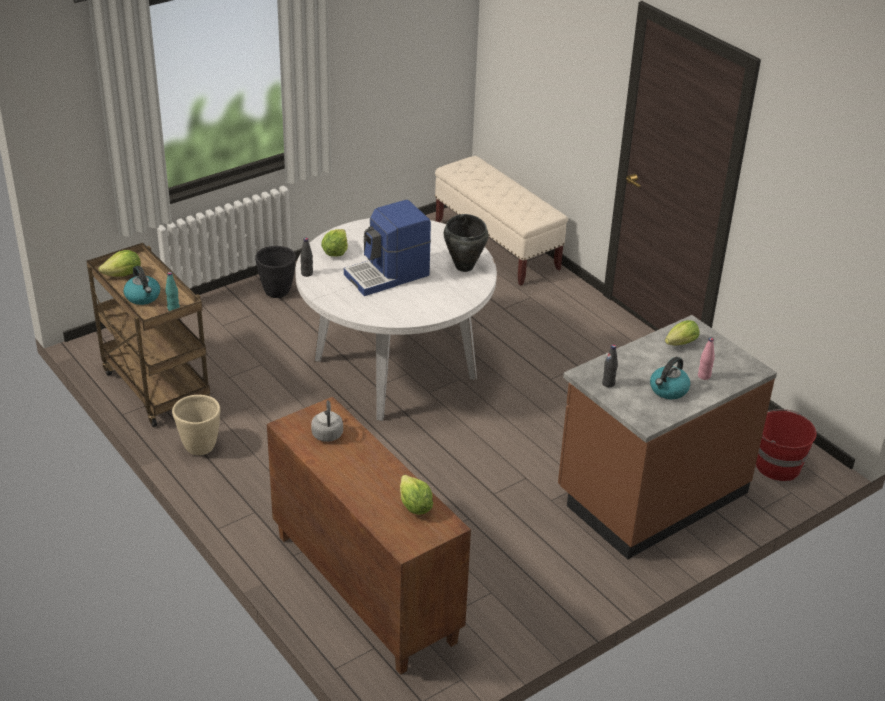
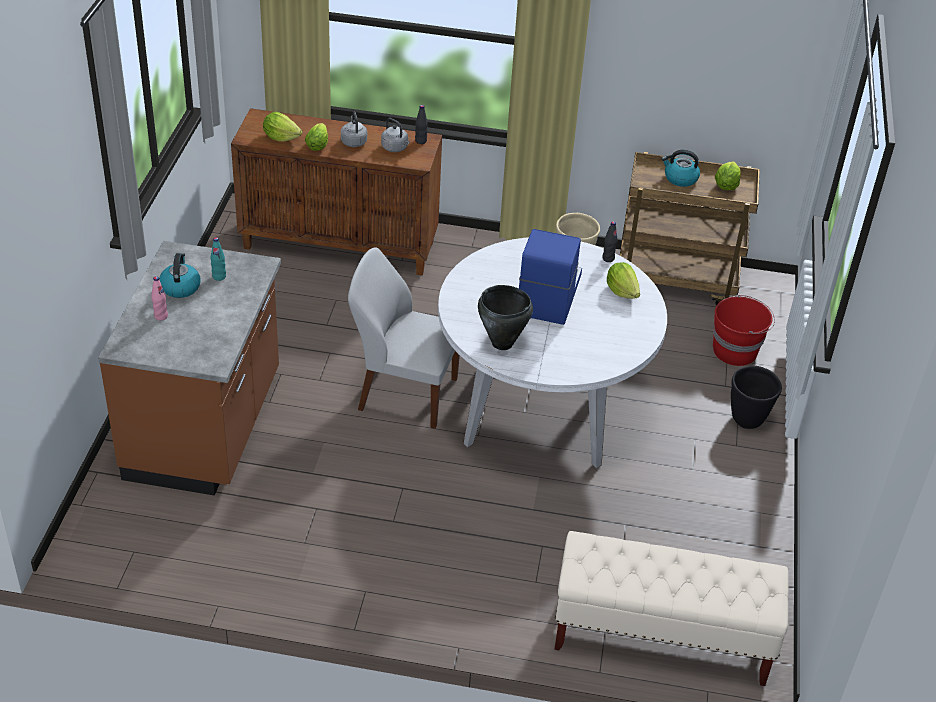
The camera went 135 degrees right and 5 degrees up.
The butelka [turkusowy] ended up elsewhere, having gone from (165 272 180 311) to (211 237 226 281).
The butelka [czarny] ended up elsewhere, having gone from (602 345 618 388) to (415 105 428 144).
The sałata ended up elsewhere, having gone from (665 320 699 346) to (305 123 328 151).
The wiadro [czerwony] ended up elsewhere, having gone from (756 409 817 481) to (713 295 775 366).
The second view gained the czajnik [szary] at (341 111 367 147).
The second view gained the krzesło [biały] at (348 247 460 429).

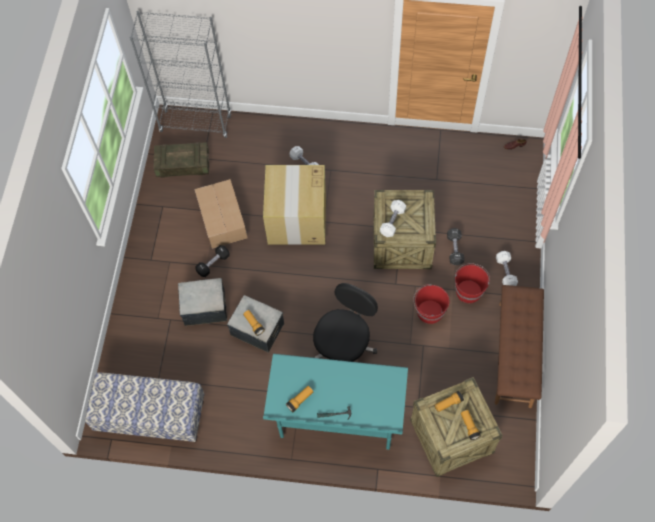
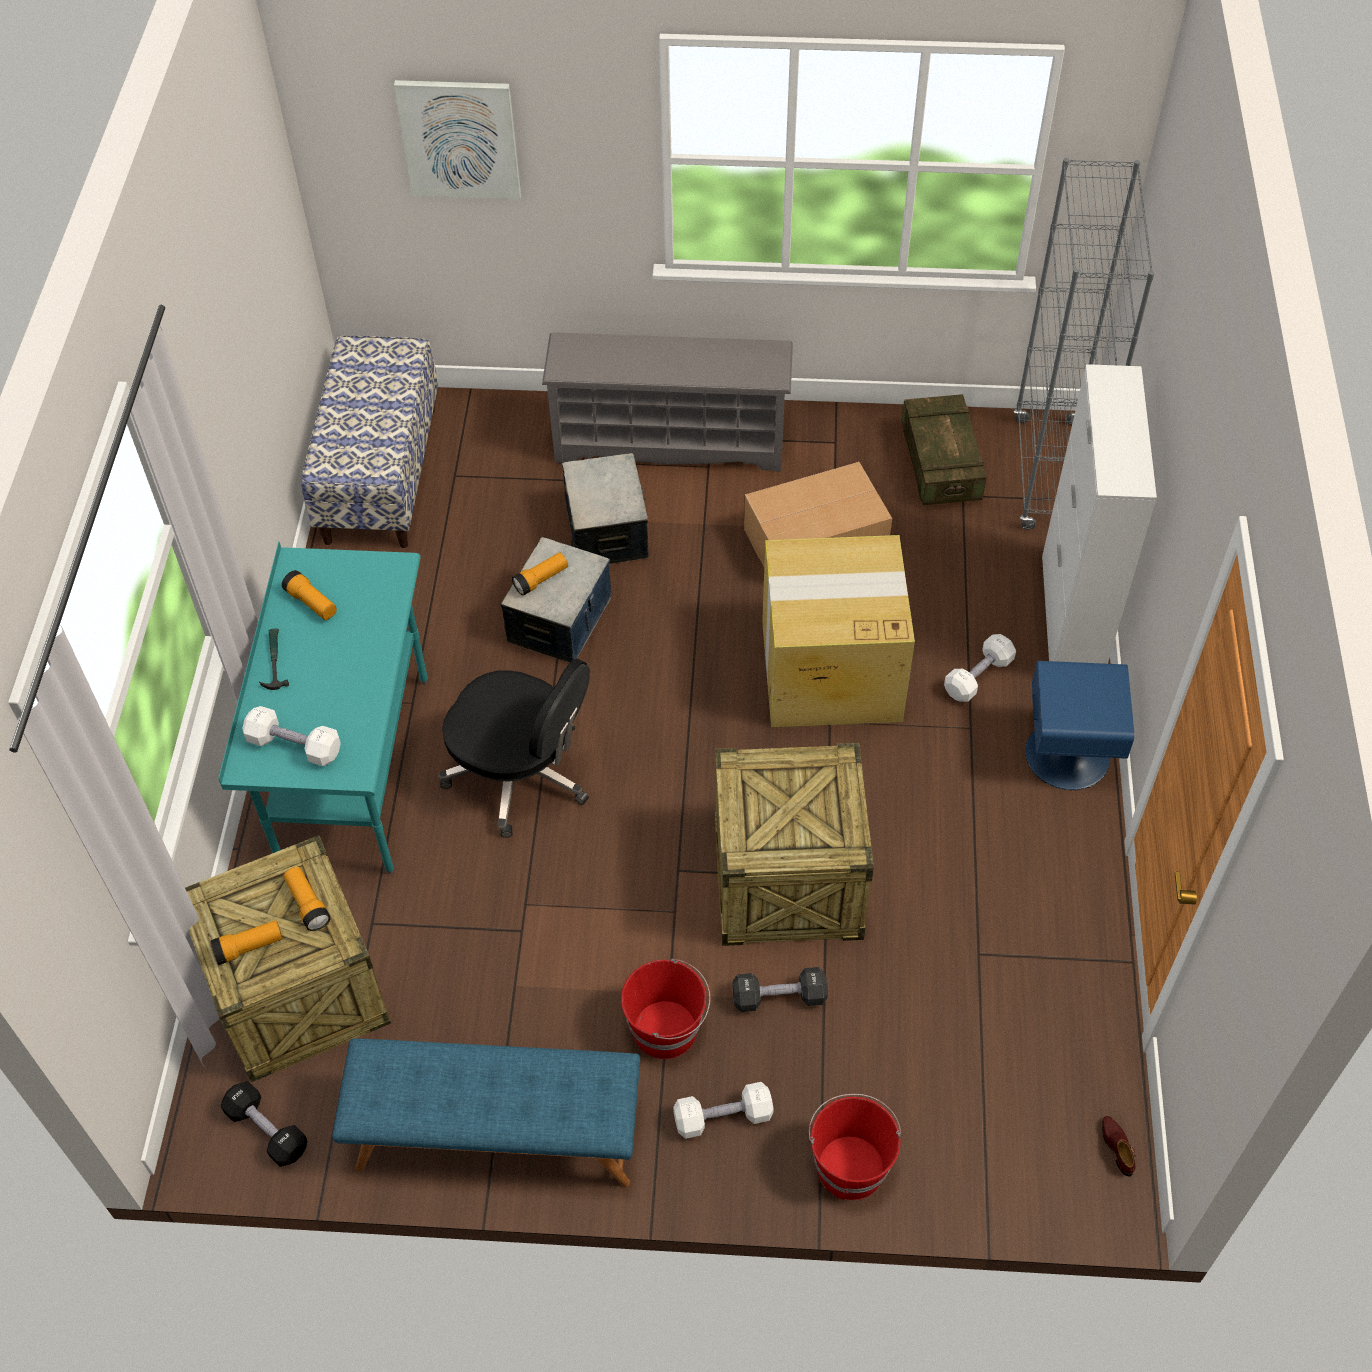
The camera went 85 degrees right and 10 degrees down.
The hantel [czarny] ended up elsewhere, having gone from (195 245 229 277) to (221 1081 308 1167).
The hantel [biały] ended up elsewhere, having gone from (380 200 406 237) to (242 706 341 766).
The wiadro [czerwony] ended up elsewhere, having gone from (413 284 449 324) to (809 1094 901 1200).
What was the ławka [brązowy] at (495 285 544 408) turned into the ławka [niebieski] at (332 1038 640 1187).
The second view gained the obraz at (394 80 521 199).
The second view gained the regał na buty [szary] at (542 332 793 471).
The second view gained the szafka nocna [niebieski] at (1025 661 1134 790).
The second view gained the szafka [biały] at (1042 364 1157 664).

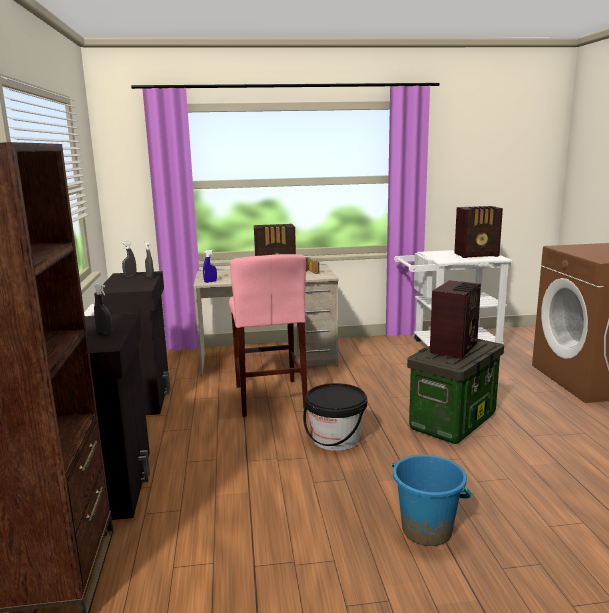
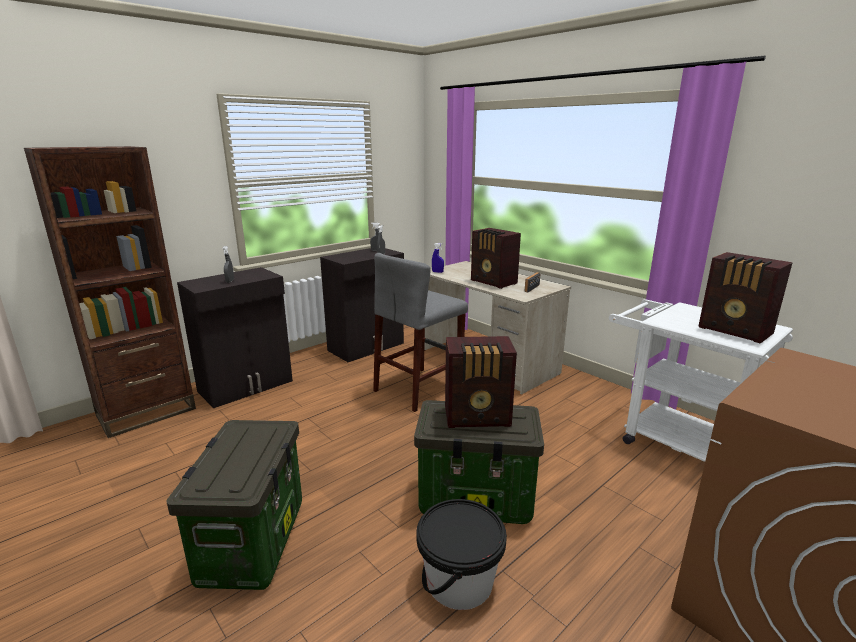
The camera went 55 degrees right and 5 degrees up.
What was the stołek [różowy] at (229 254 307 417) turned into the stołek [szary] at (373 253 468 412).
The wiadro [czarny] ended up elsewhere, having gone from (303 383 367 451) to (416 499 507 610).
Where the wiadro [niebieski] stood at (392 454 471 546), the pojemnik do przechowywania came to stand at (166 420 302 590).

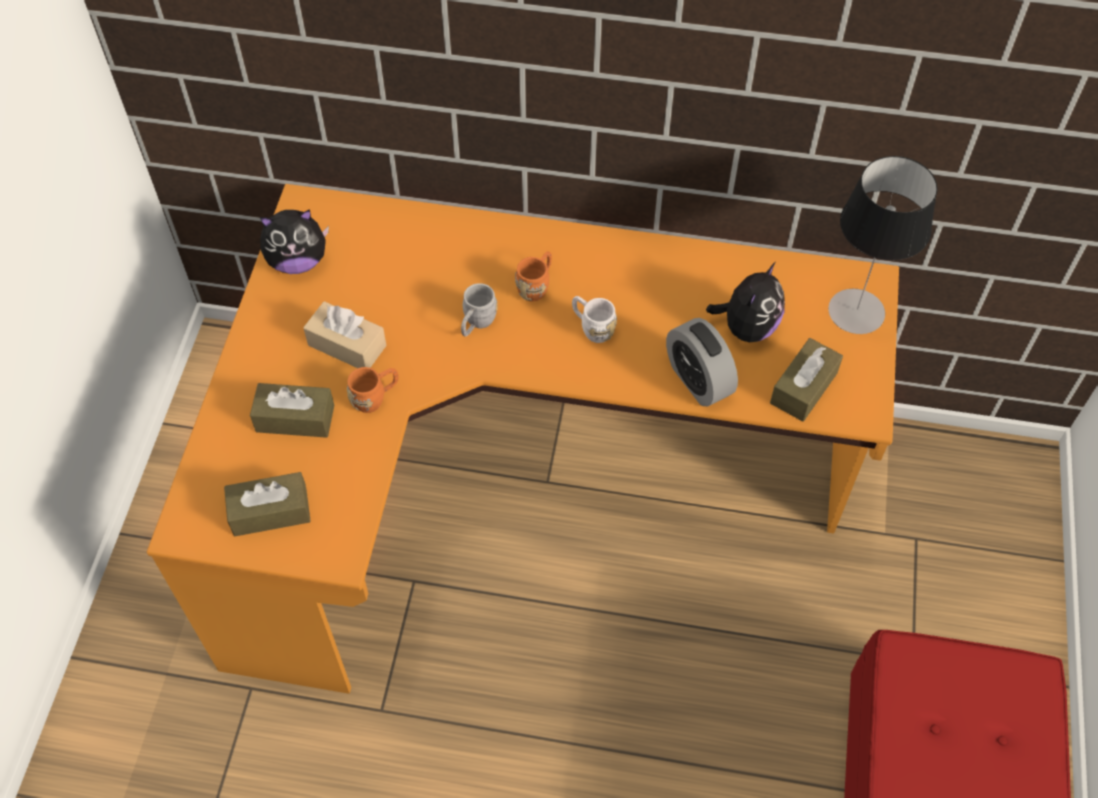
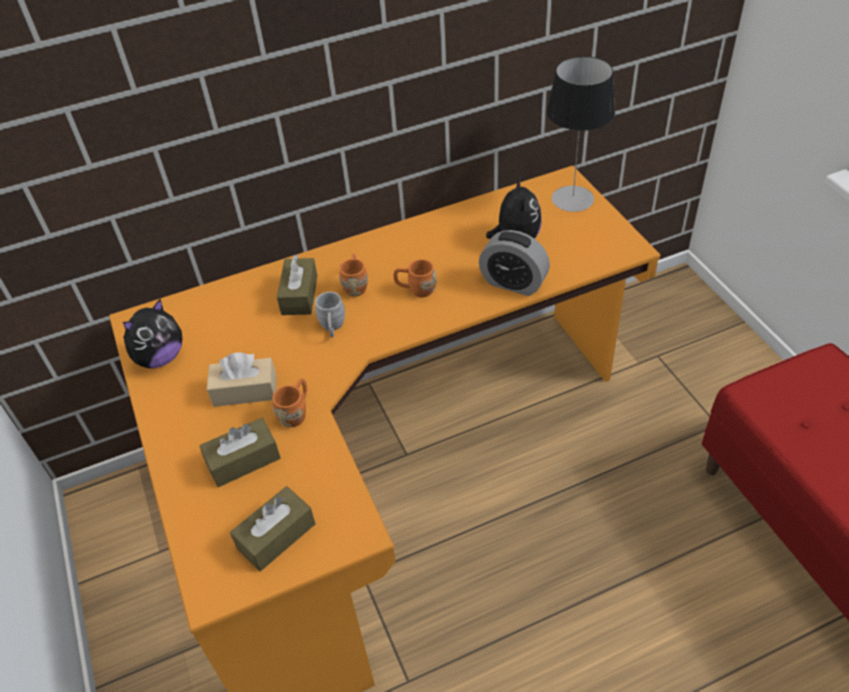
The camera went 30 degrees left and 10 degrees down.
What was the kubek [biały] at (572 296 617 343) turned into the kubek [pomarańczowy] at (393 259 437 297).
The pudełko chusteczek [brązowy] ended up elsewhere, having gone from (770 338 843 422) to (277 255 317 315).

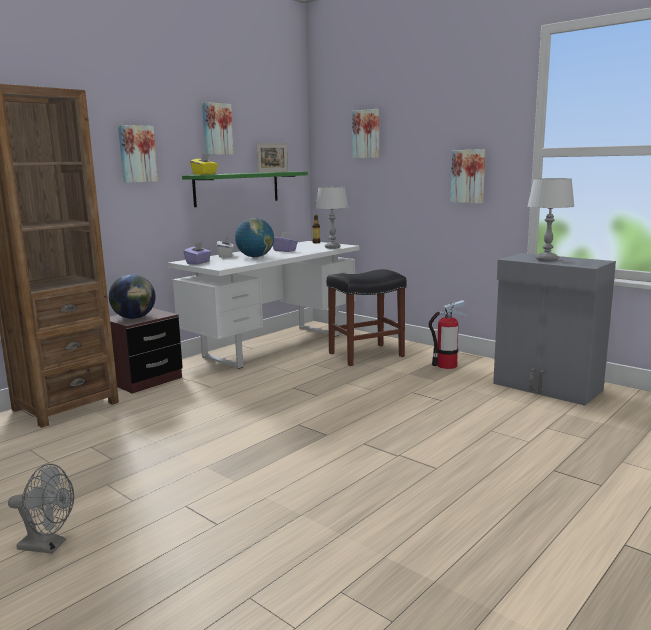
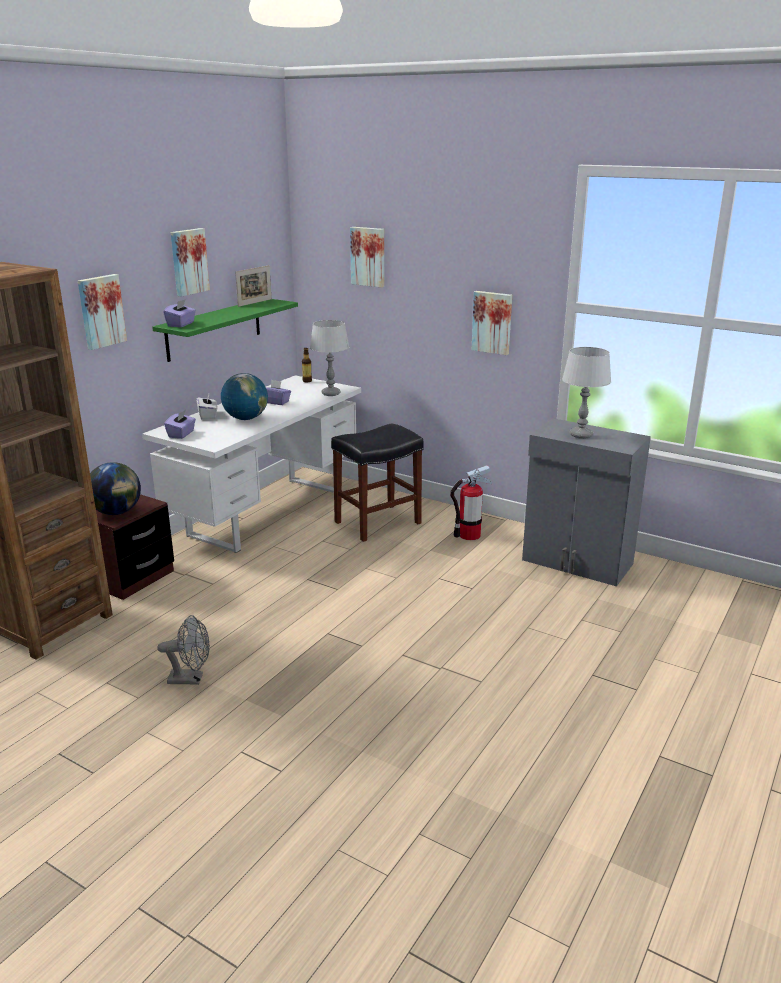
The camera went 10 degrees left and 10 degrees up.
The wentylator [szary] ended up elsewhere, having gone from (8 464 74 554) to (158 615 210 685).
What was the pudełko chusteczek [żółty] at (190 154 218 175) turned into the pudełko chusteczek [fioletowy] at (163 299 196 327).

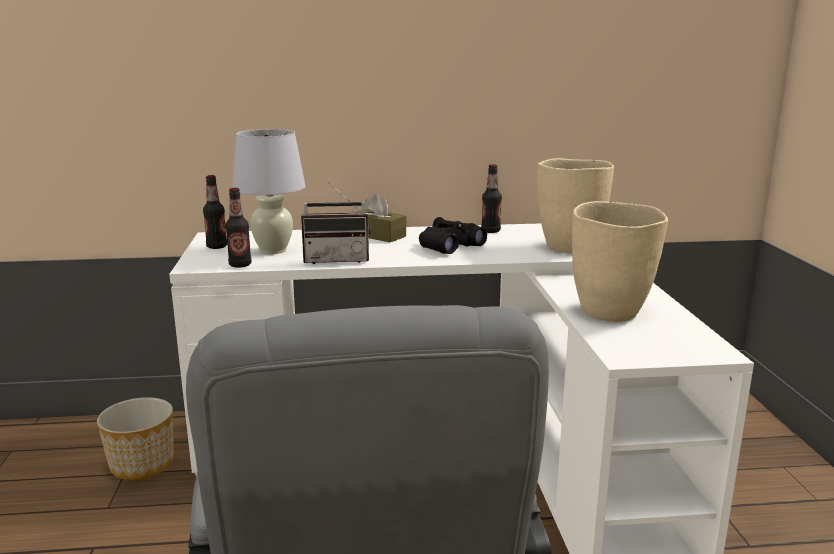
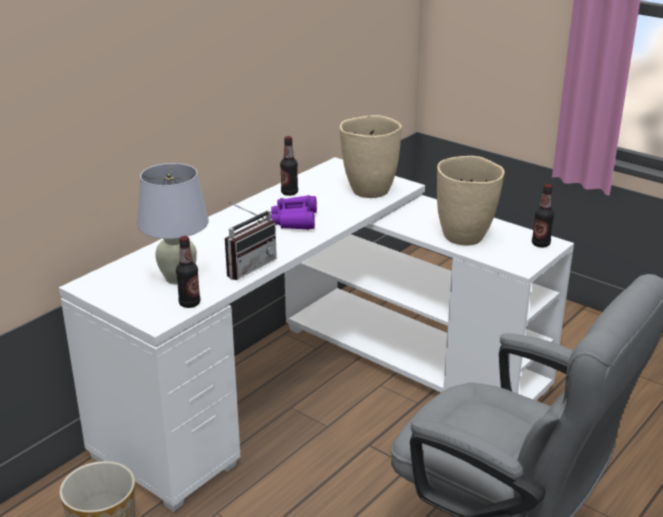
The camera went 45 degrees left and 10 degrees up.
The butelka ended up elsewhere, having gone from (203 175 227 249) to (532 184 554 247).
The second view lost the pudełko chusteczek [brązowy] at (354 194 406 242).
What was the lornetka [czarny] at (419 217 487 254) turned into the lornetka [fioletowy] at (271 195 317 230).

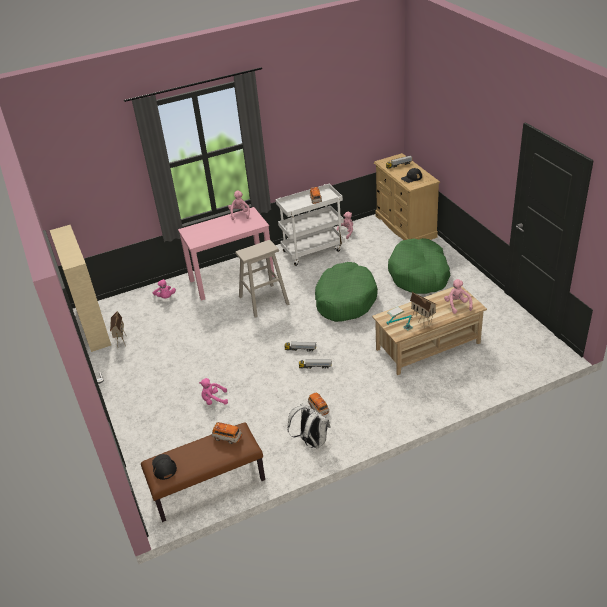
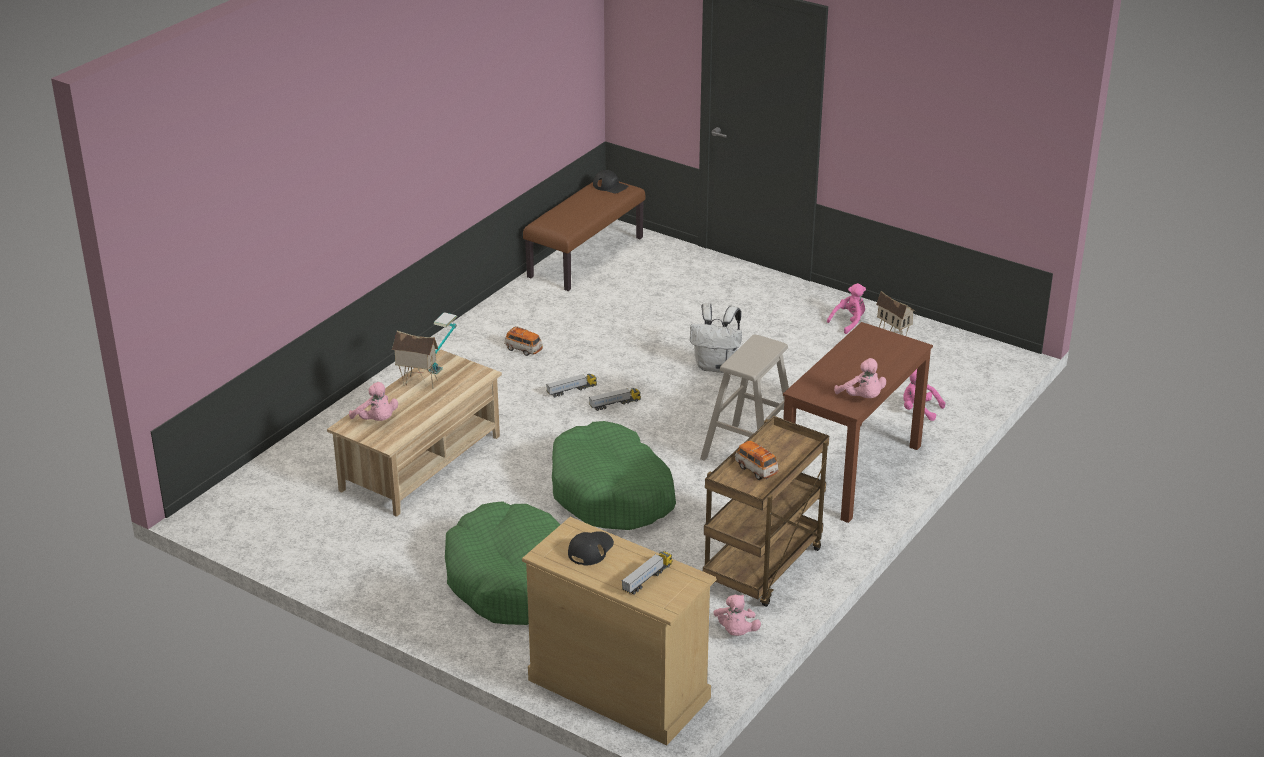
The camera went 145 degrees right and 5 degrees down.
The second view lost the regał [beżowy] at (50 225 111 352).
What was the biurko [różowy] at (178 207 274 301) turned into the biurko [brązowy] at (783 322 933 523).
The pluszak [różowy] ended up elsewhere, having gone from (199 378 228 405) to (827 283 866 334).
The second view lost the samochodzik at (212 422 242 444).
What was the wózek [biały] at (276 184 345 266) turned into the wózek [brązowy] at (703 416 829 607).
The plecak [biały] ended up elsewhere, having gone from (287 403 331 449) to (690 303 742 373).

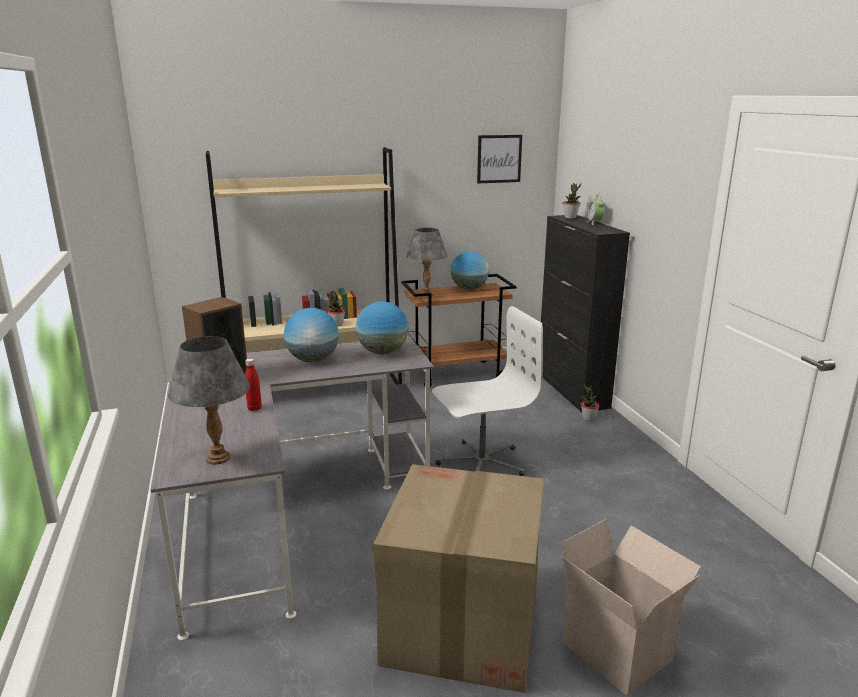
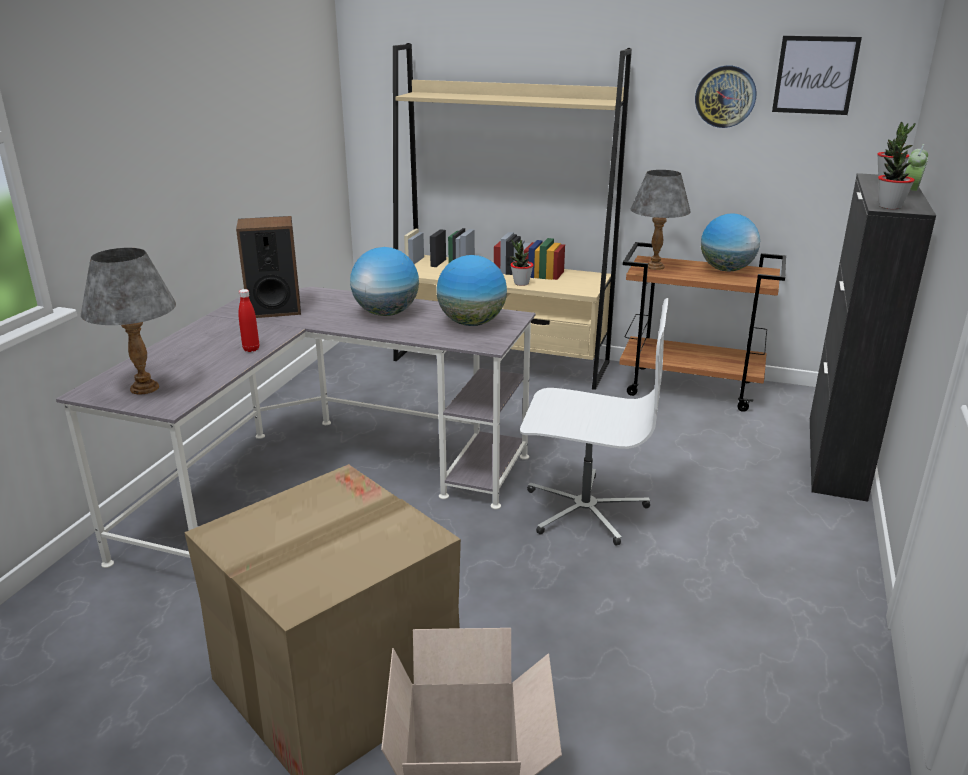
The camera went 35 degrees right and 5 degrees up.
The roślina doniczkowa ended up elsewhere, having gone from (581 384 600 421) to (878 139 915 209).
The second view gained the zegar ścienny at (695 65 756 128).

